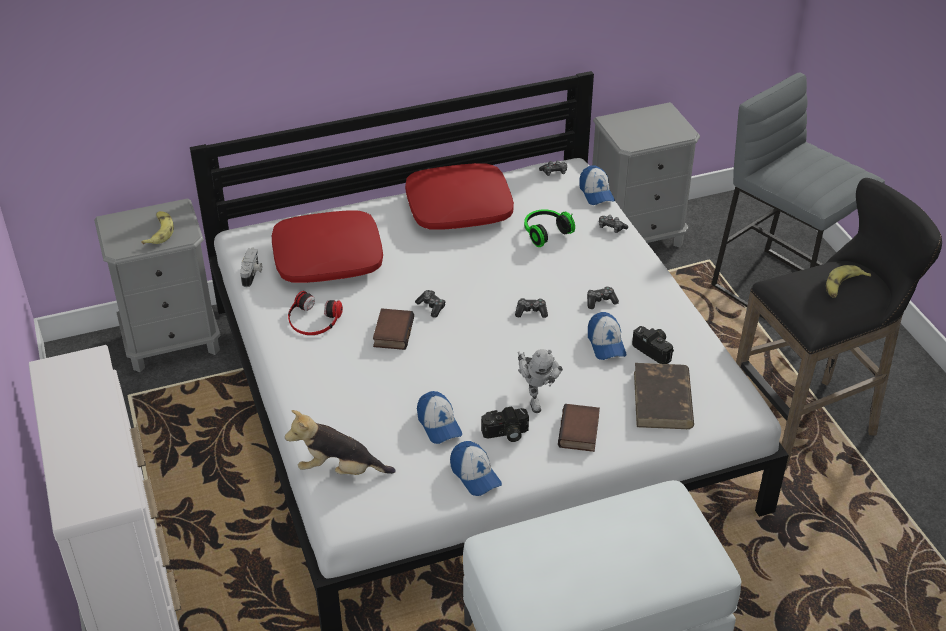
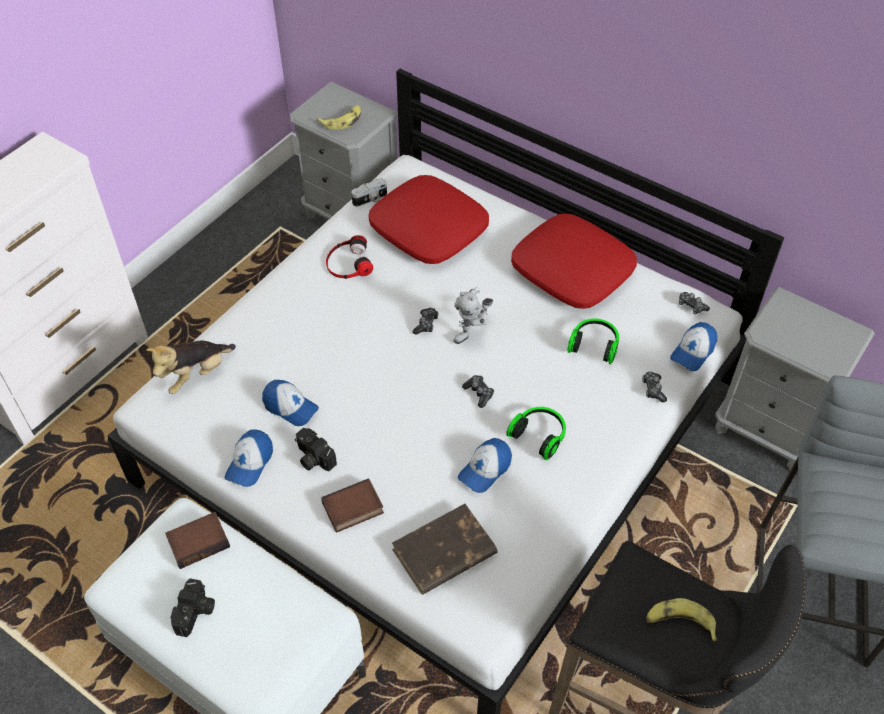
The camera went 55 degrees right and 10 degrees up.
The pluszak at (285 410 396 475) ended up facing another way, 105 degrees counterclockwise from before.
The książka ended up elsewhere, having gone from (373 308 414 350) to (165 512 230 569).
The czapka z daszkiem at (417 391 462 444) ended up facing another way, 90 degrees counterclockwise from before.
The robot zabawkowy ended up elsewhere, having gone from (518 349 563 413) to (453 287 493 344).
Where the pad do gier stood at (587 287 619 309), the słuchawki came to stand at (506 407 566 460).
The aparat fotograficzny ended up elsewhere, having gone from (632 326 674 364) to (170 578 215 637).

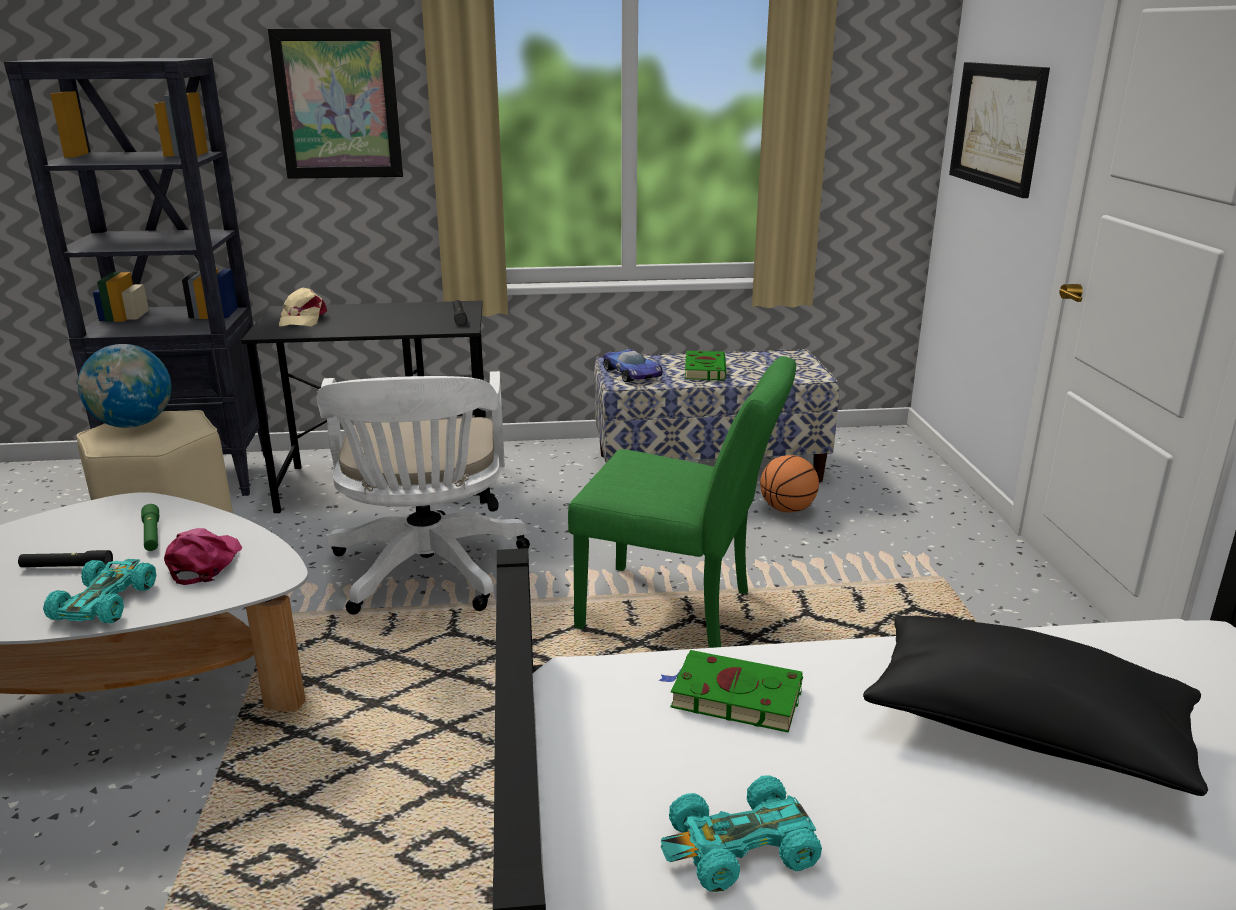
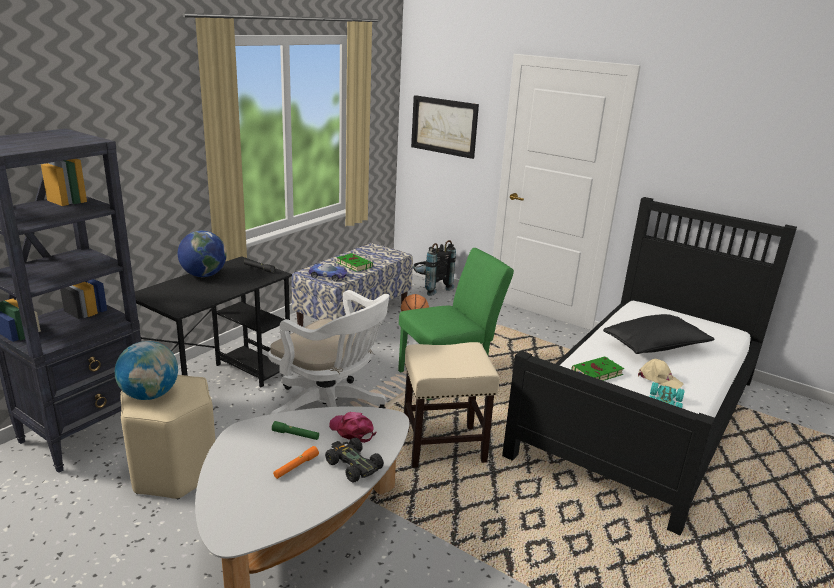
The camera went 50 degrees left and 0 degrees up.
What was the latarka [czarny] at (18 550 113 568) turned into the latarka [pomarańczowy] at (273 446 319 479).
What was the samochodzik [turkusowy] at (43 559 156 623) turned into the samochodzik [czarny] at (325 438 384 483).
The second view lost the obraz at (268 28 403 179).
The czapka z daszkiem [beżowy] ended up elsewhere, having gone from (279 288 327 327) to (638 359 684 389).
The second view gained the globus at (178 231 227 277).
The second view gained the stołek [beżowy] at (404 342 500 468).
The second view gained the plecak [czarny] at (413 240 456 296).

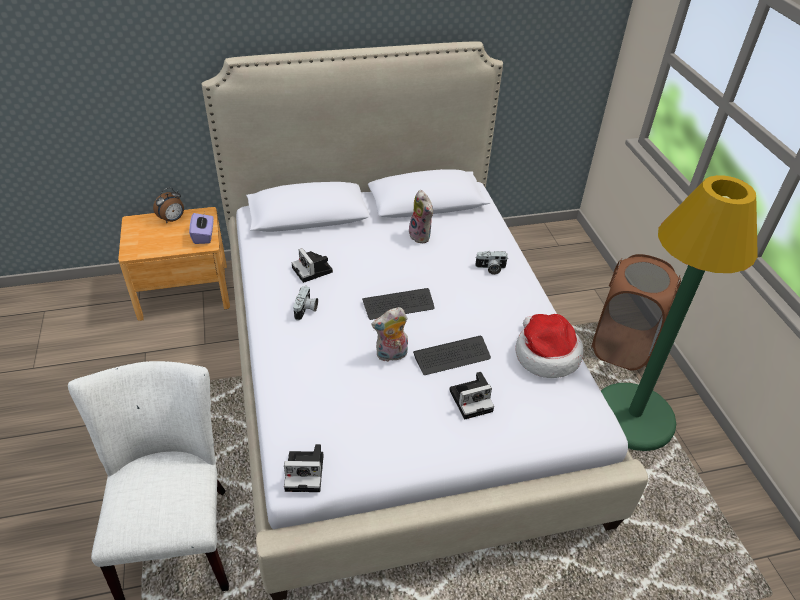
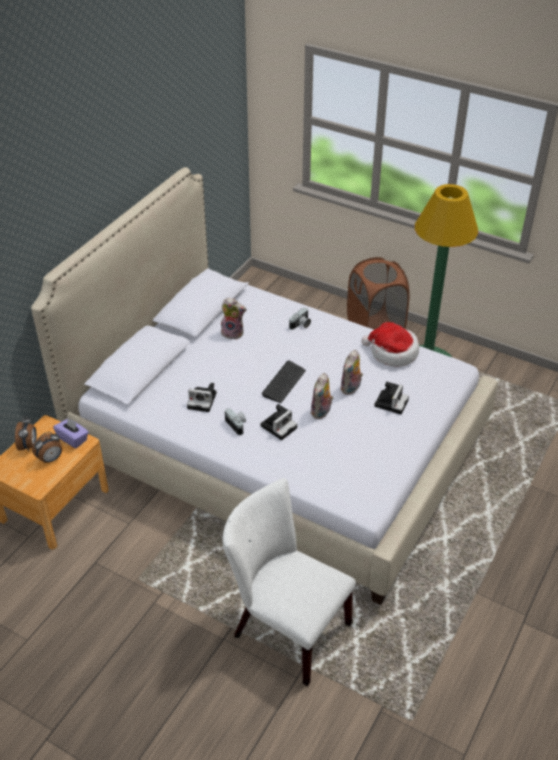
The camera went 45 degrees left and 0 degrees up.
The aparat fotograficzny ended up elsewhere, having gone from (284 444 324 492) to (261 404 297 440).
Where the klawiatura stood at (413 336 491 375), the pluszak came to stand at (340 350 363 395).
The second view gained the budzik at (32 432 62 463).

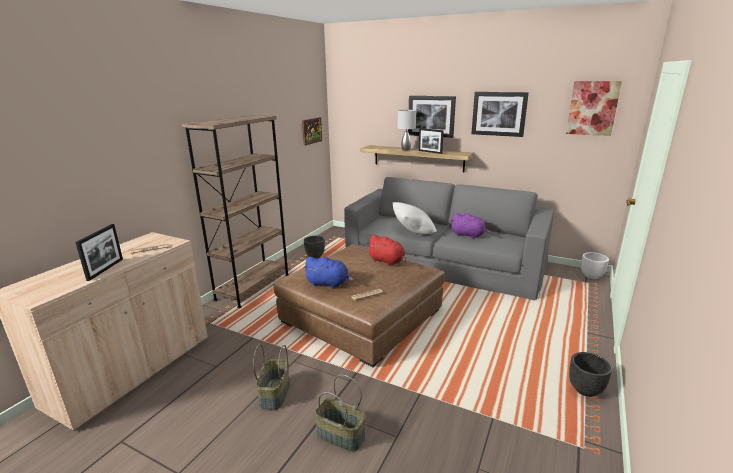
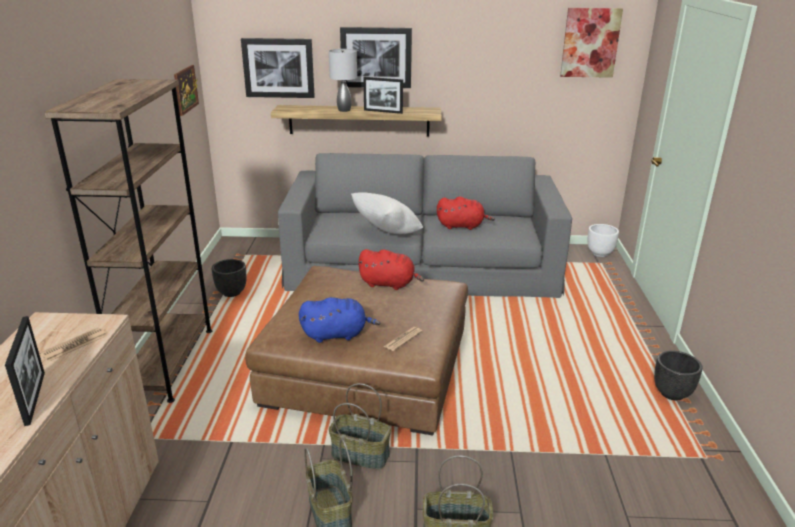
The camera went 25 degrees left and 5 degrees up.
What was the pluszak [fioletowy] at (451 213 491 239) turned into the pluszak [czerwony] at (437 197 495 230).
The obraz ended up elsewhere, having gone from (471 92 529 137) to (241 38 315 98).
The second view gained the koszyk at (329 383 391 470).

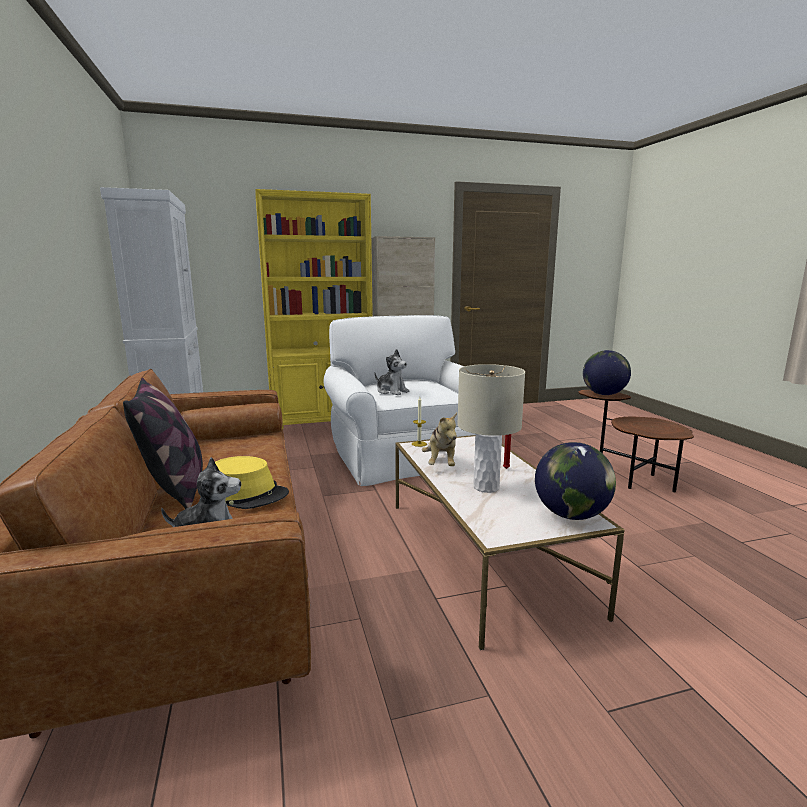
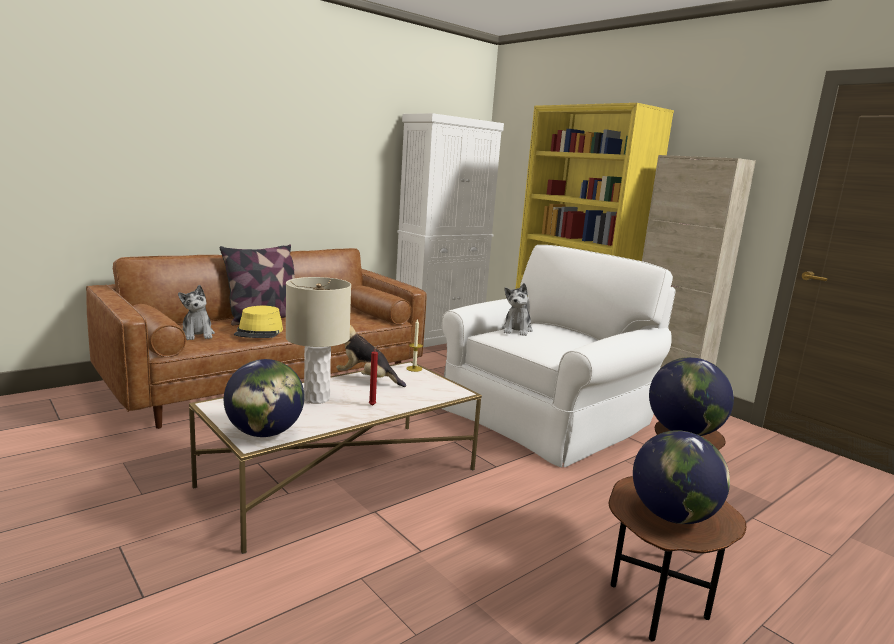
The camera went 65 degrees right and 0 degrees up.
The pluszak at (422 413 457 466) ended up facing another way, 45 degrees clockwise from before.
The second view gained the globus at (633 430 730 524).

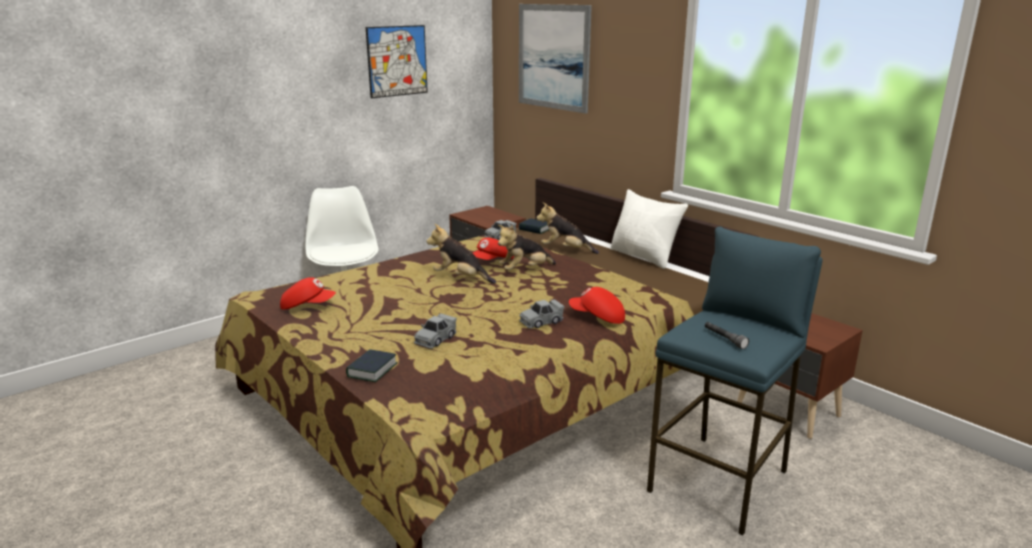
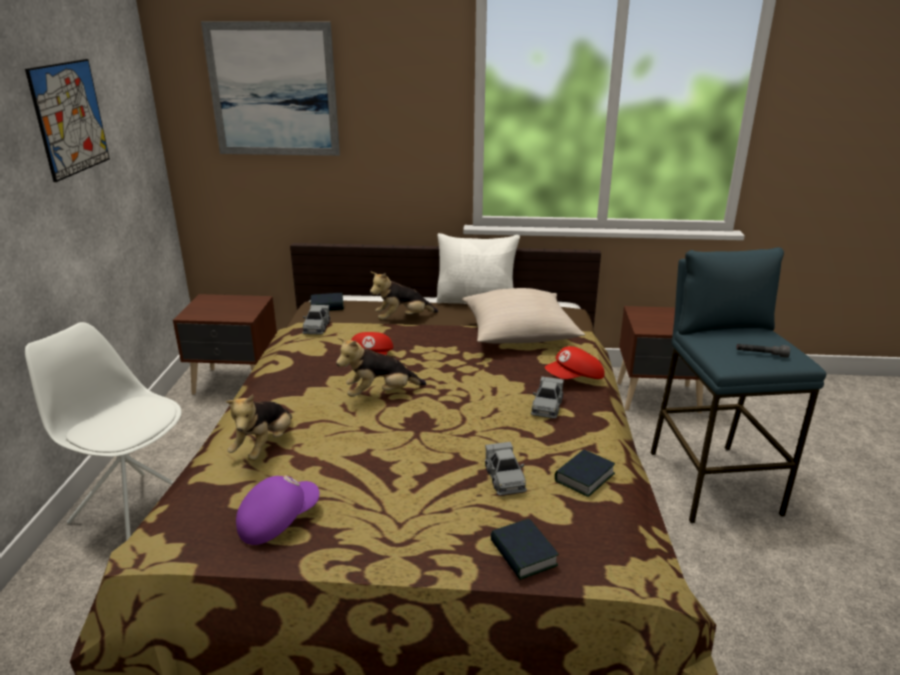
The camera went 45 degrees left and 5 degrees up.
What was the czapka z daszkiem [czerwony] at (280 277 336 310) turned into the czapka z daszkiem [fioletowy] at (236 475 319 545).
The pluszak ended up elsewhere, having gone from (498 225 556 270) to (226 395 292 461).
The second view gained the poduszka [beżowy] at (462 288 585 344).
The second view gained the książka at (555 449 615 497).

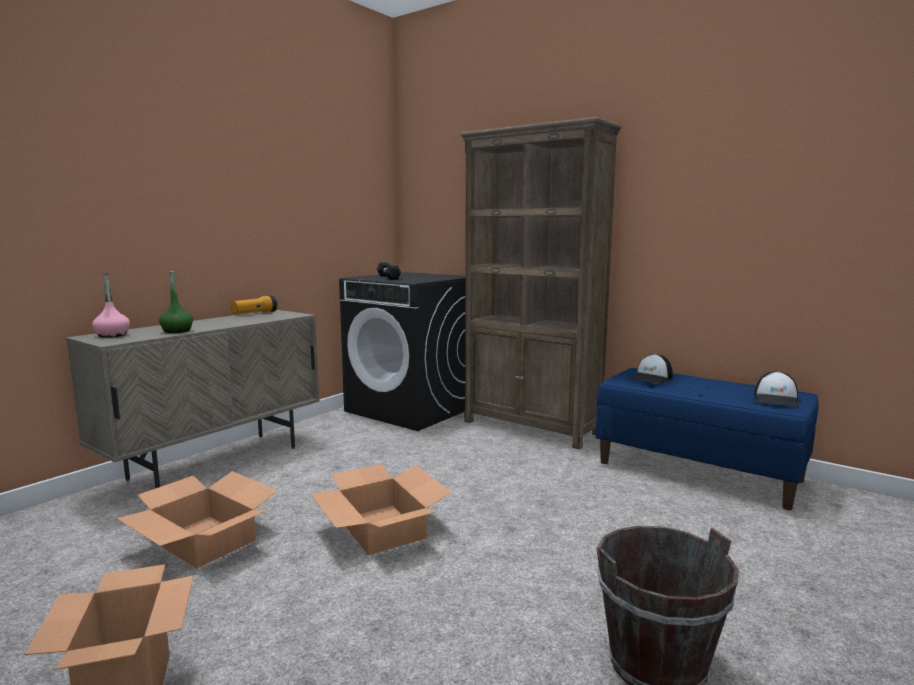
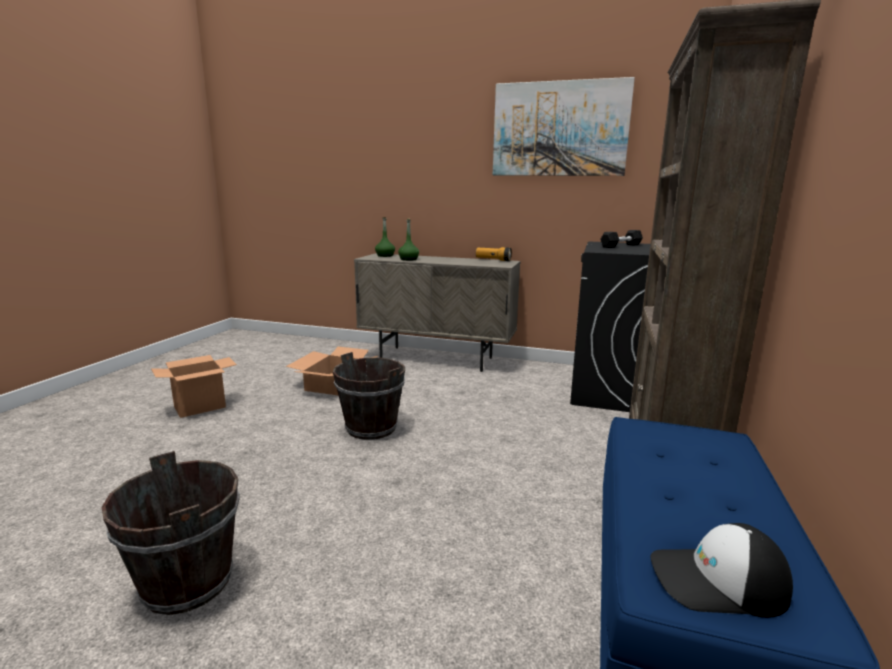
The camera went 70 degrees right and 5 degrees up.
What was the butelka [różowy] at (92 273 130 338) turned into the butelka [zielony] at (375 217 395 257).
Where the karton stood at (311 464 452 555), the wiadro [brązowy] came to stand at (333 352 405 440).
The second view lost the czapka z daszkiem at (629 354 673 384).
The second view gained the obraz at (493 77 635 176).

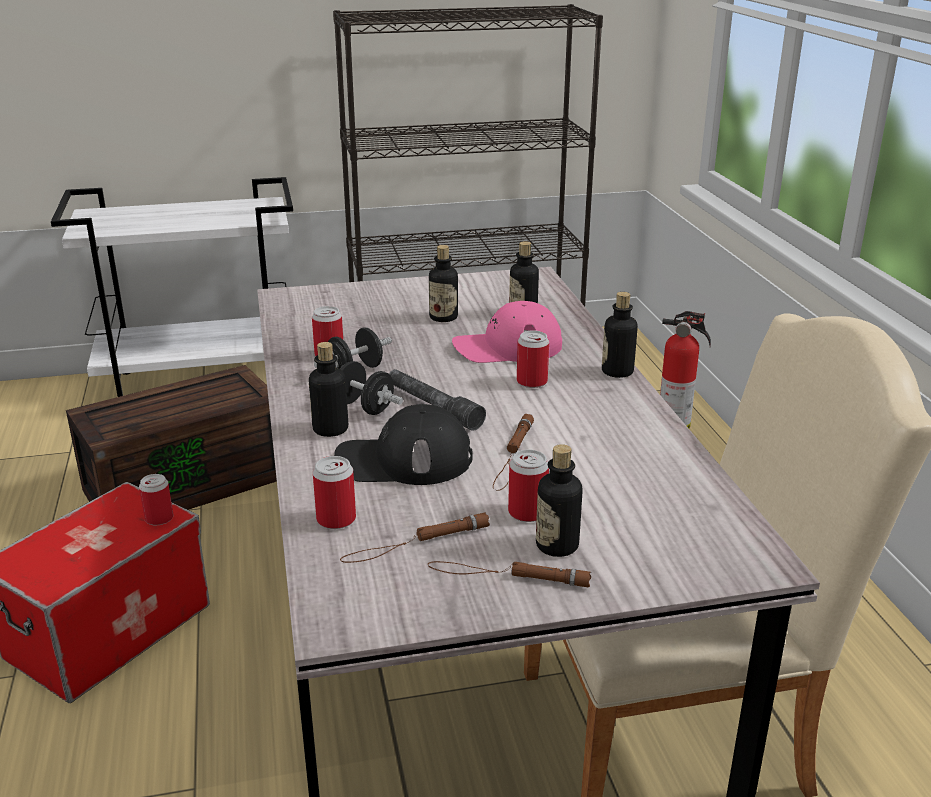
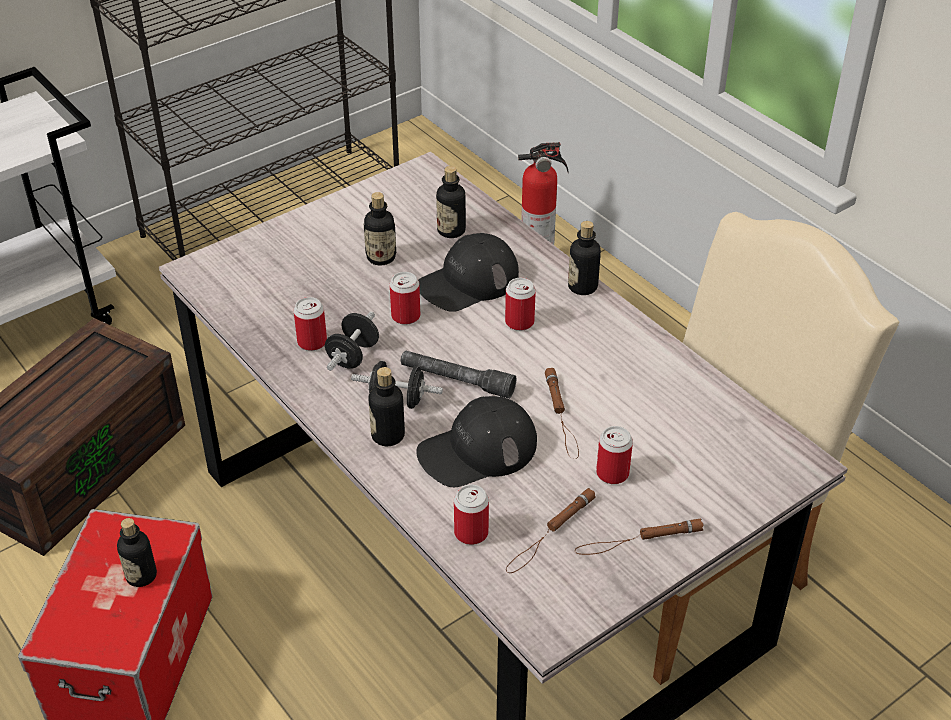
The camera went 25 degrees left and 15 degrees up.
The puszka ended up elsewhere, having gone from (139 474 173 525) to (390 272 420 325).
What was the czapka z daszkiem [różowy] at (452 301 562 363) turned into the czapka z daszkiem [czarny] at (418 233 519 312).
The butelka ended up elsewhere, having gone from (536 444 583 557) to (117 518 157 587).

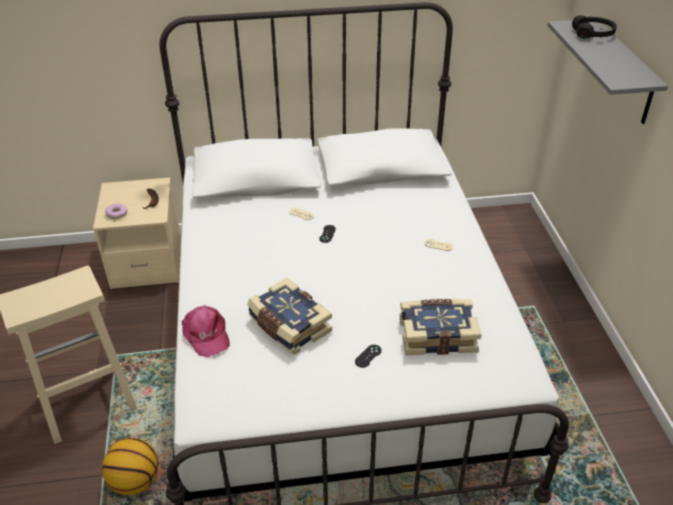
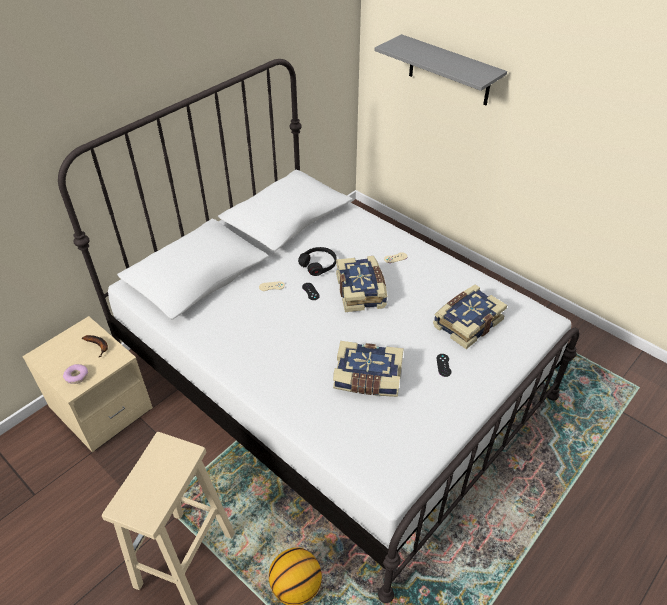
The camera went 40 degrees left and 5 degrees up.
The second view lost the czapka z daszkiem [różowy] at (181 305 230 357).
The słuchawki [czarny] ended up elsewhere, having gone from (572 15 617 39) to (298 247 336 276).
The second view gained the książka at (336 256 387 312).

